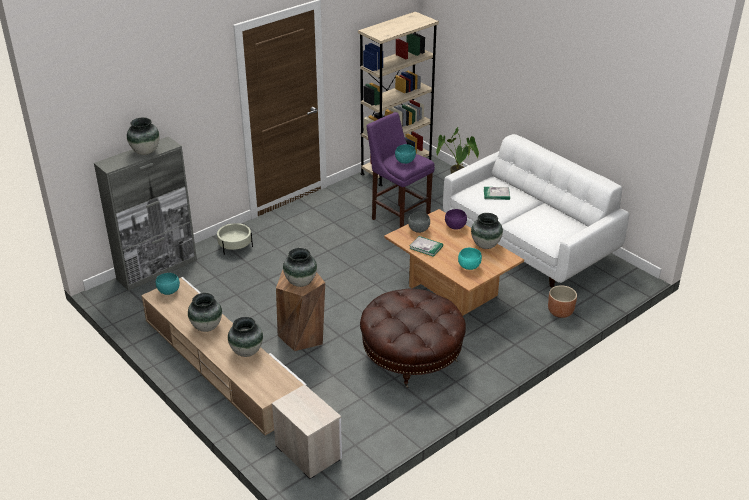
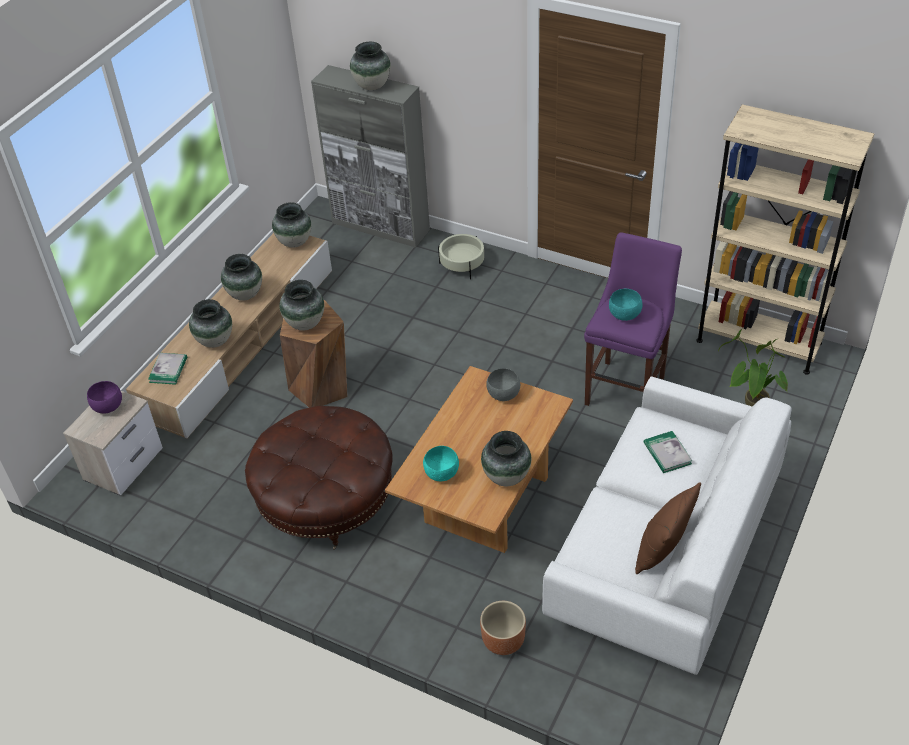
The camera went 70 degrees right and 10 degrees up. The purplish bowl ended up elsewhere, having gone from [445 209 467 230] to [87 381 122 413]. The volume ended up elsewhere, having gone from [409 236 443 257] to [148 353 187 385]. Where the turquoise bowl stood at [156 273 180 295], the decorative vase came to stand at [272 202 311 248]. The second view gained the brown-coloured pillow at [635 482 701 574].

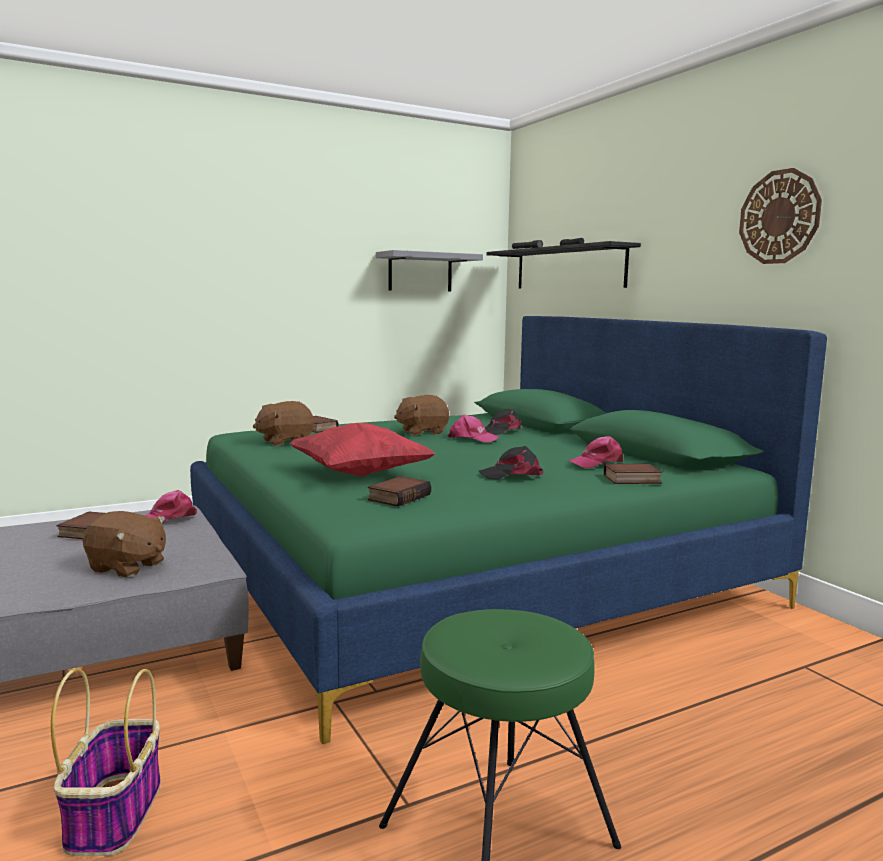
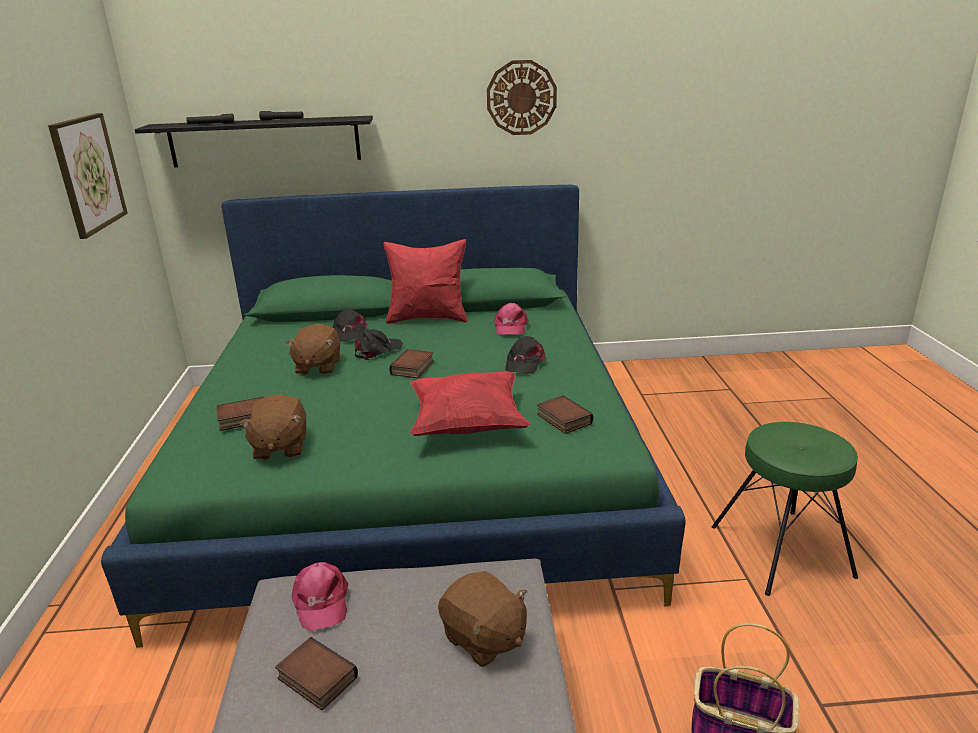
The camera went 65 degrees left and 15 degrees up. Where the gray shelf hung at [376 250 483 292], the wall art came to hang at [48 113 128 239]. What was the pink peaked cap at [448 414 499 443] turned into the black-coloured peaked cap at [355 329 403 360]. The volume ended up elsewhere, having gone from [604 464 662 484] to [389 349 434 378]. The brown-coloured plush toy at [83 511 166 577] ended up facing another way, 90 degrees clockwise from before. The second view gained the reddish pillow at [384 239 468 324].

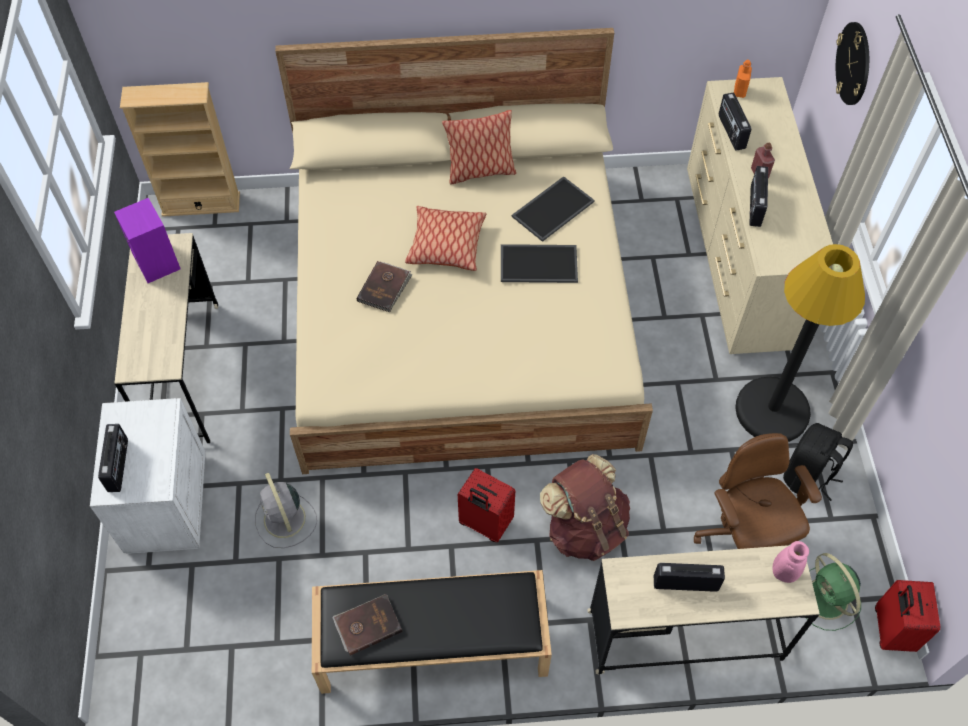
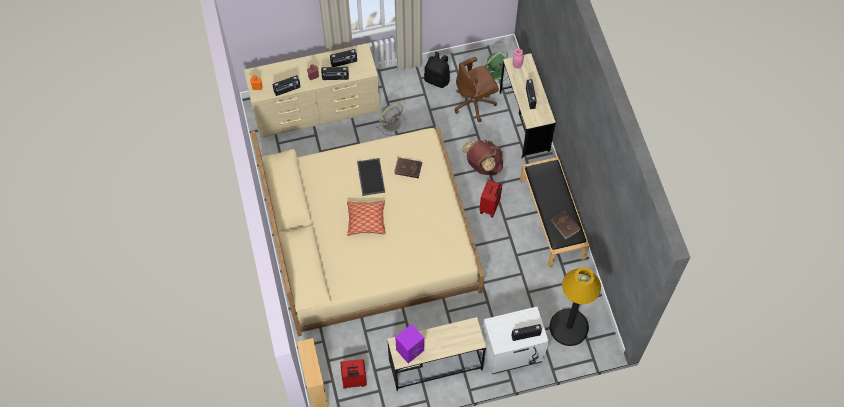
The camera went 100 degrees left and 5 degrees up. The second view lost the clock on the wall at [836 22 869 105]. The second view lost the pillow at [442 110 516 185]. The second view lost the serving tray at [512 176 595 242]. The black-coloured standard lamp ended up elsewhere, having gone from [735 244 865 442] to [550 267 601 346]. The brown-coloured volume ended up elsewhere, having gone from [357 261 413 312] to [394 157 422 178]. The gray fan ended up elsewhere, having gone from [255 473 317 548] to [377 103 406 136]. The reddish travel case ended up elsewhere, having gone from [875 580 940 652] to [340 359 367 389]. The second view gained the radio at [330 49 357 67].

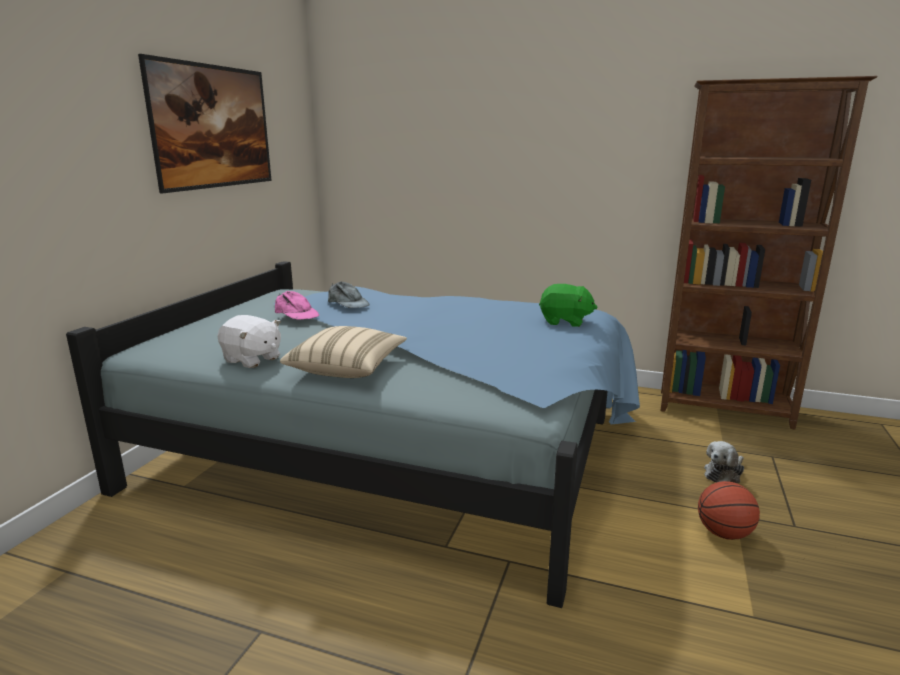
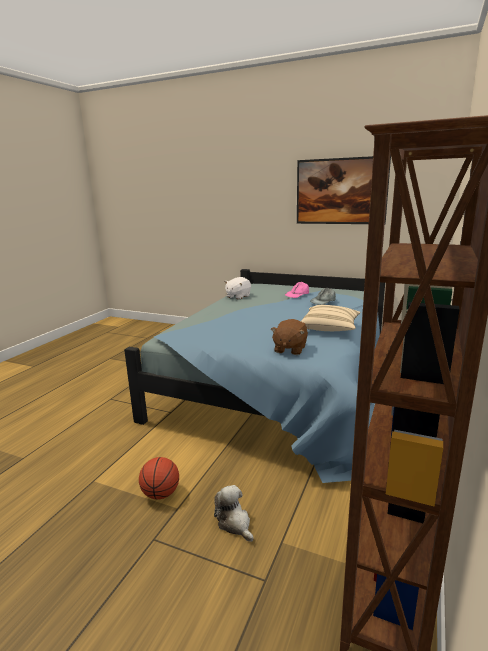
The camera went 95 degrees right and 0 degrees up. What was the greenish plush toy at [539 284 598 327] turned into the brown-coloured plush toy at [271 319 308 355]. The sand-coloured pillow ended up elsewhere, having gone from [280 326 407 378] to [301 305 360 331].

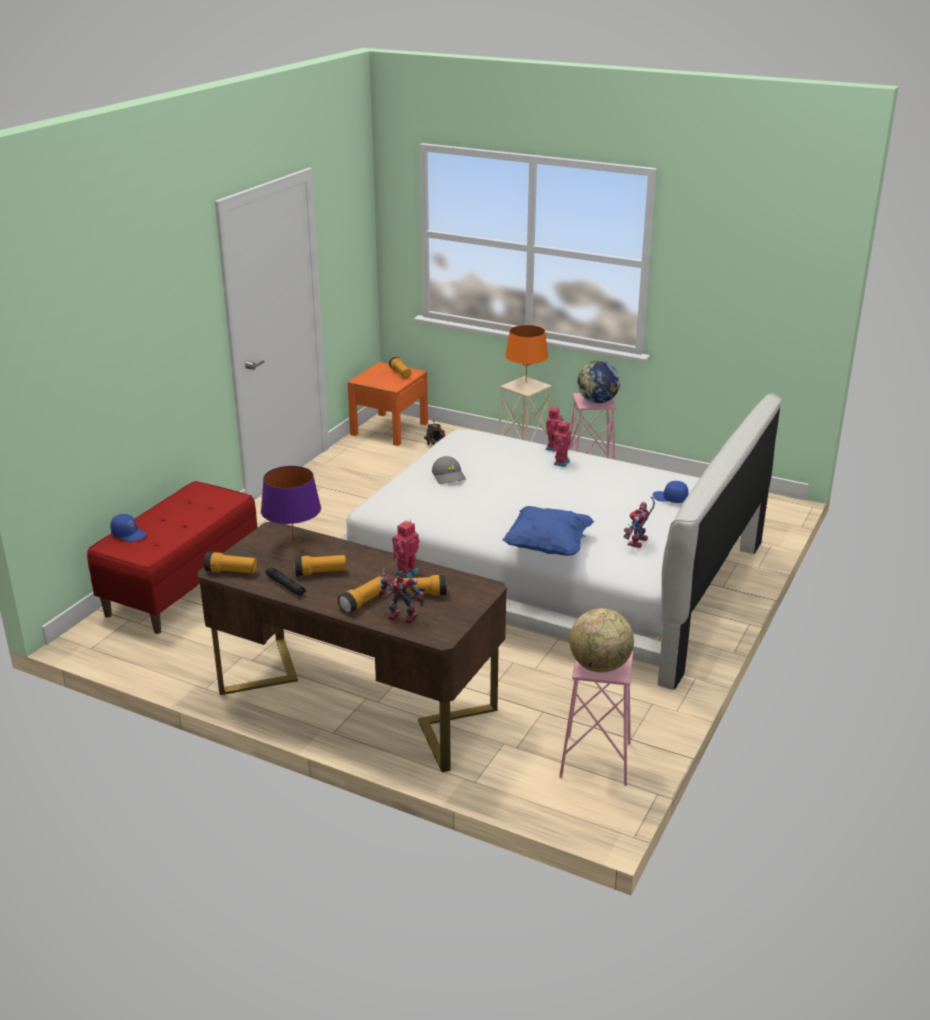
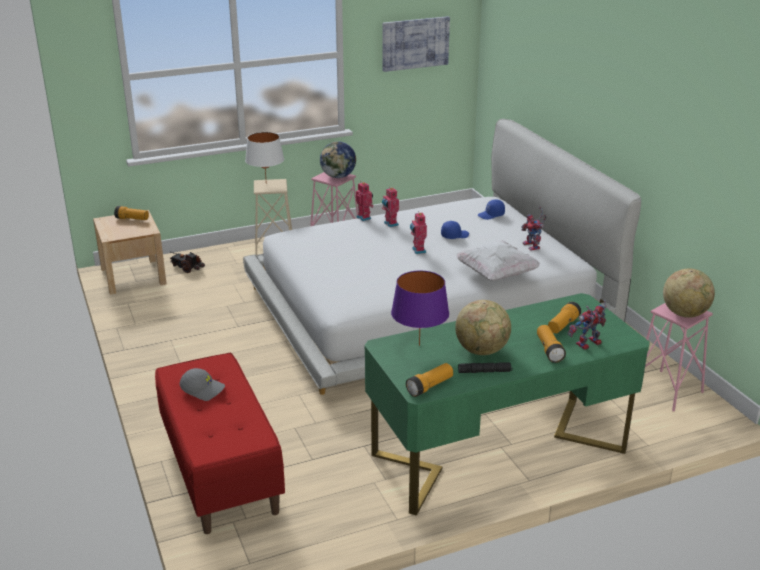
The camera went 50 degrees left and 0 degrees up. What was the orange table lamp at [505 325 548 380] turned into the white table lamp at [245 132 284 184]. What was the orange night table at [348 362 428 446] turned into the sand-coloured night table at [93 210 167 295]. The gray peaked cap ended up elsewhere, having gone from [432 456 466 484] to [180 368 225 401]. What was the bluish pillow at [502 506 595 556] turned into the white pillow at [457 240 540 281]. The bluish peaked cap ended up elsewhere, having gone from [110 514 147 542] to [441 221 469 239]. The robot figure ended up elsewhere, having gone from [391 520 420 578] to [410 211 427 254]. What was the brown-coloured desk table at [198 522 507 772] turned into the greenish desk table at [364 293 650 516]. Where the torch stood at [295 555 346 576], the globe came to stand at [455 300 511 355]. The second view gained the wall art at [383 16 450 72].

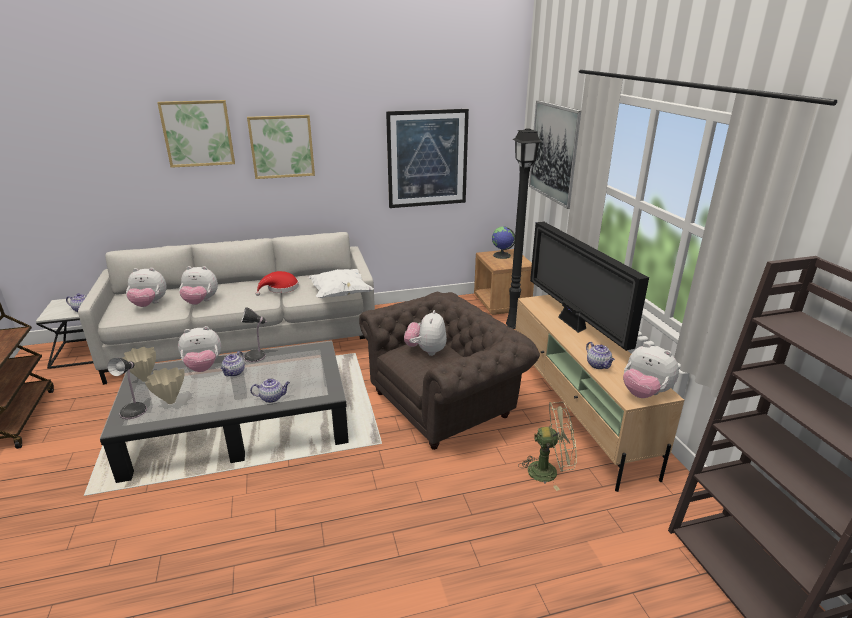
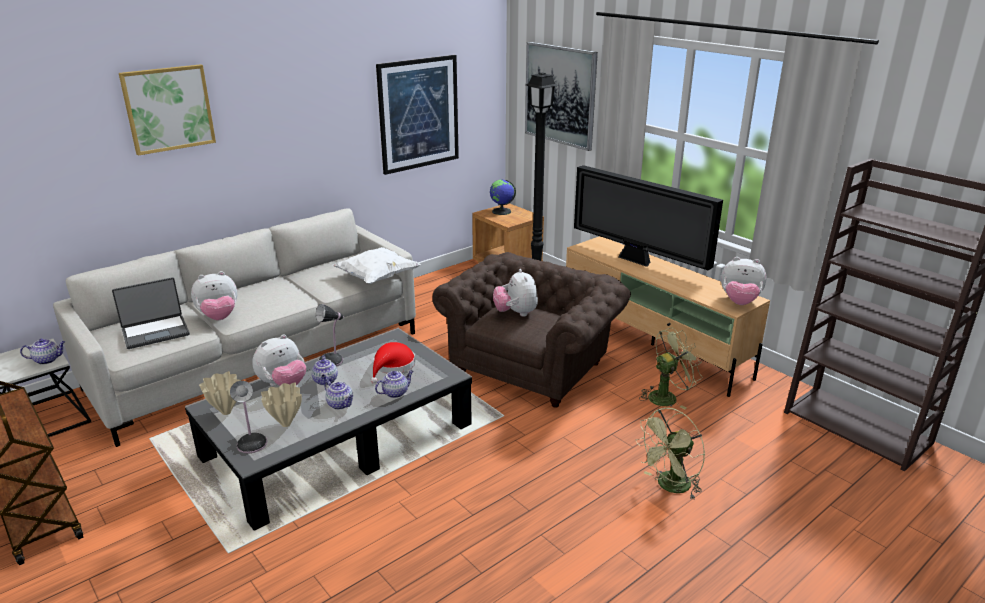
The camera went 25 degrees left and 0 degrees up. The second view lost the wall art at [247 115 315 179]. Where the plush toy stood at [126 268 167 307], the portable computer came to stand at [112 277 190 349]. The reddish hat ended up elsewhere, having gone from [255 271 299 296] to [371 342 415 383]. The tea pot ended up elsewhere, having gone from [586 342 615 369] to [324 380 353 410]. The second view gained the greenish fan at [636 408 705 499].

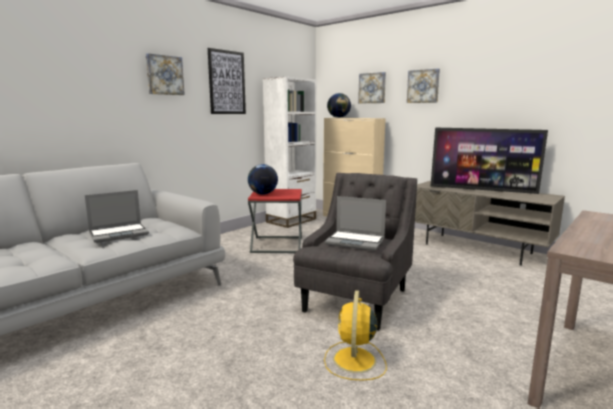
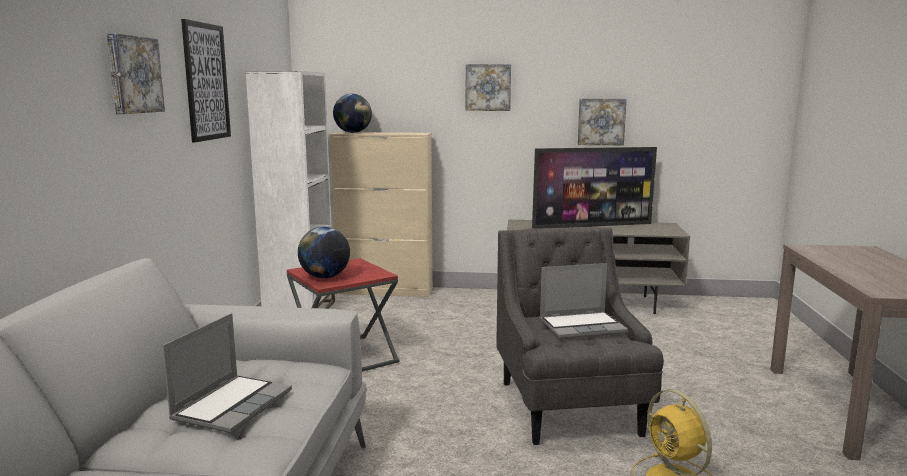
The camera went 35 degrees left and 0 degrees up. The wall art ended up elsewhere, having gone from [358 72 386 103] to [578 99 626 145].

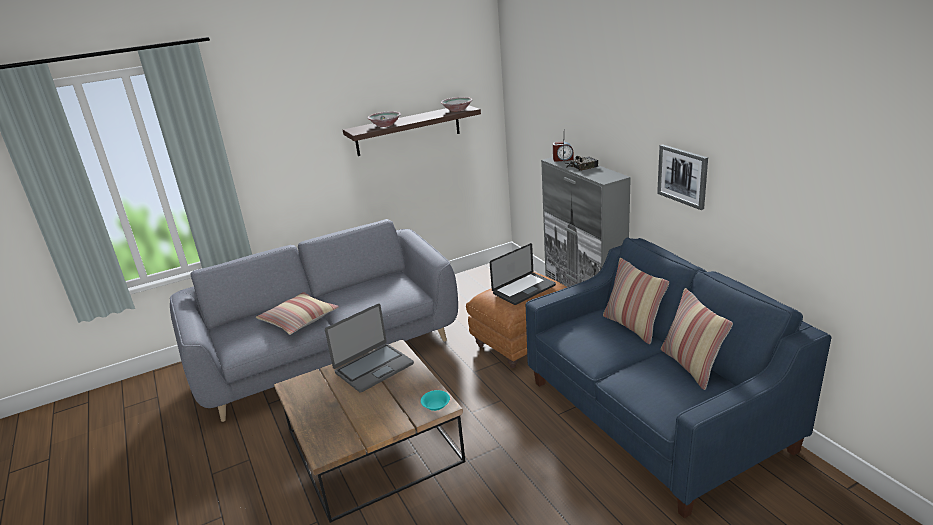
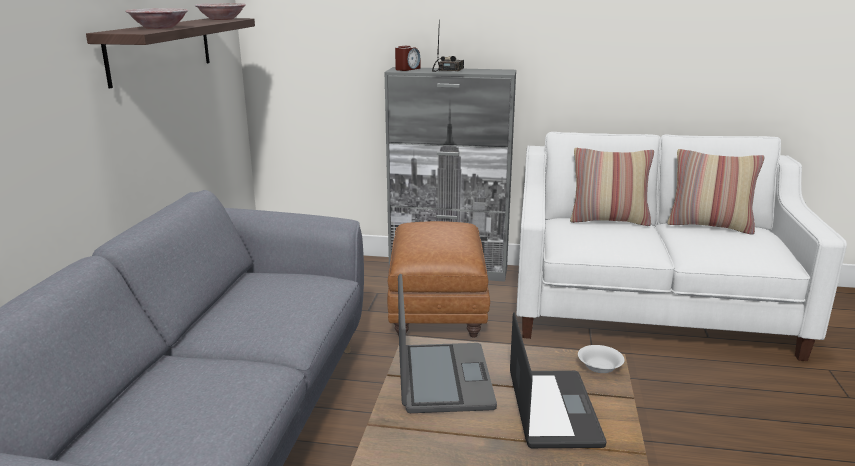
The camera went 55 degrees left and 5 degrees down. The second view lost the wall art at [657 144 708 210]. What was the bluish settee at [526 238 831 518] turned into the white settee at [516 132 847 361]. The portable computer ended up elsewhere, having gone from [490 243 556 305] to [510 312 607 448]. The second view lost the pillow at [256 292 339 335]. What was the turquoise bowl at [421 390 450 411] turned into the white bowl at [578 345 625 373].

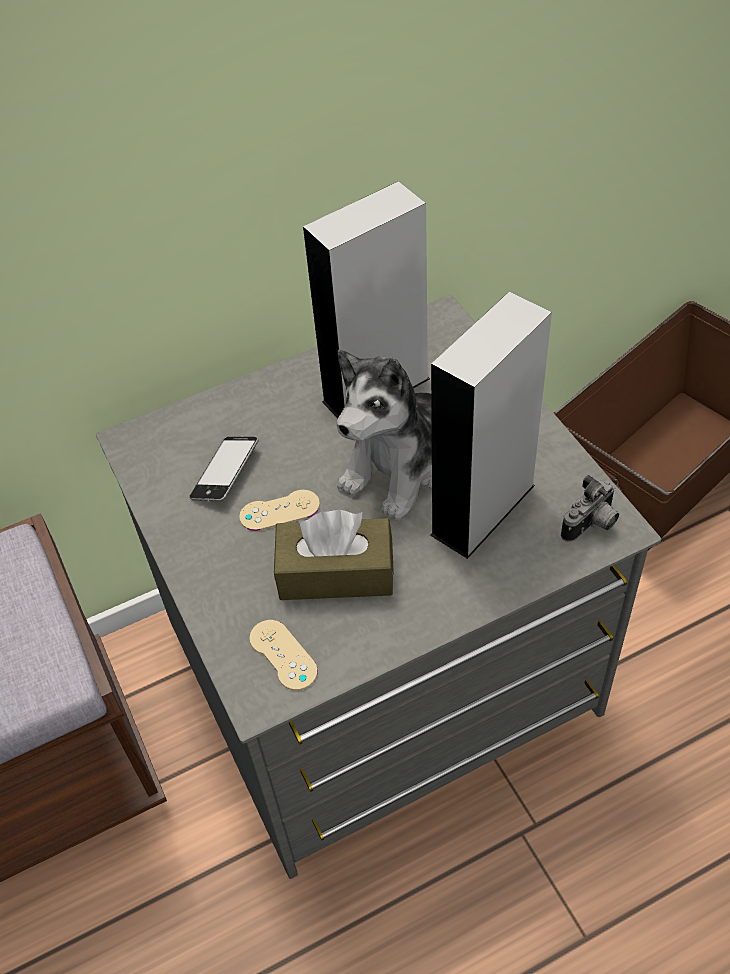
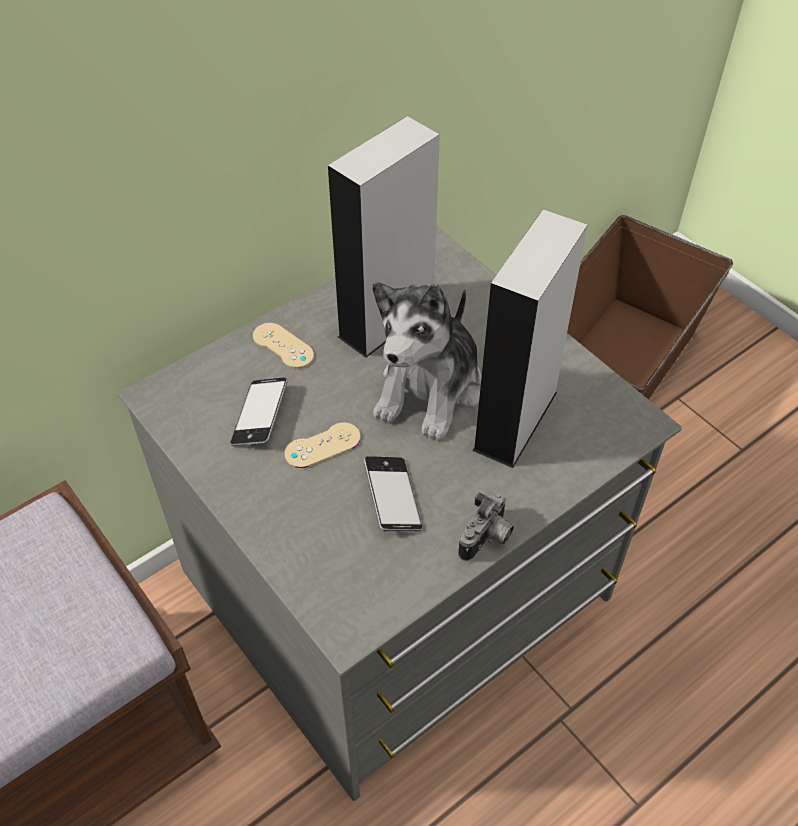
The camera went 15 degrees left and 0 degrees up. The still camera ended up elsewhere, having gone from [561 475 619 542] to [458 492 514 561]. Where the brown-coloured tissue box stood at [274 510 394 600], the telephone came to stand at [364 456 423 532]. The sand-coloured joypad ended up elsewhere, having gone from [249 620 318 691] to [253 323 314 368].

